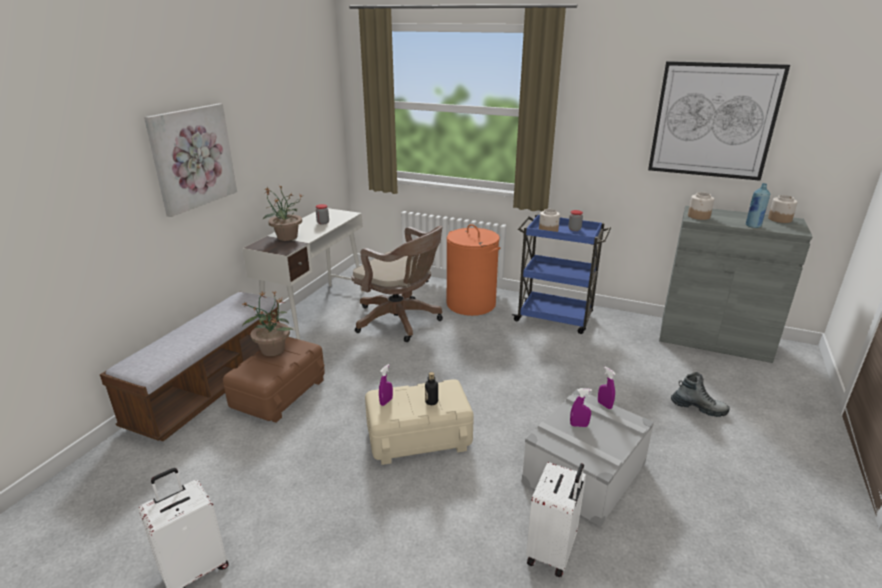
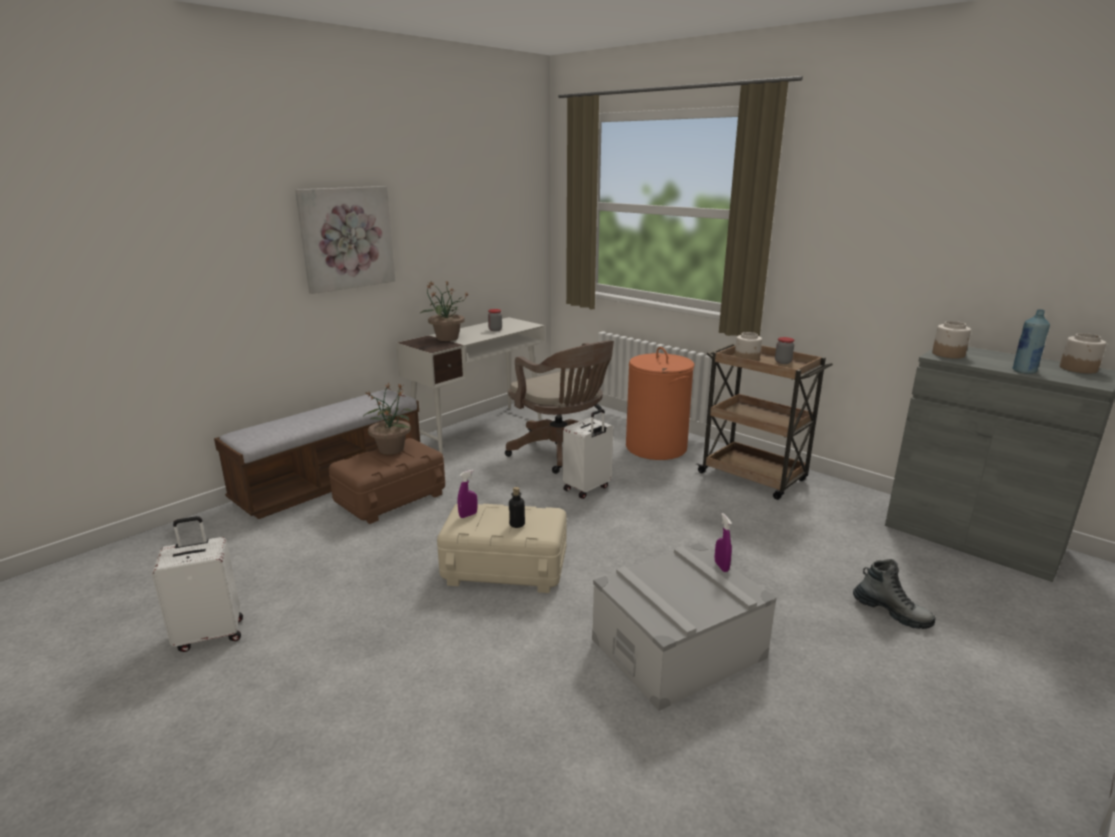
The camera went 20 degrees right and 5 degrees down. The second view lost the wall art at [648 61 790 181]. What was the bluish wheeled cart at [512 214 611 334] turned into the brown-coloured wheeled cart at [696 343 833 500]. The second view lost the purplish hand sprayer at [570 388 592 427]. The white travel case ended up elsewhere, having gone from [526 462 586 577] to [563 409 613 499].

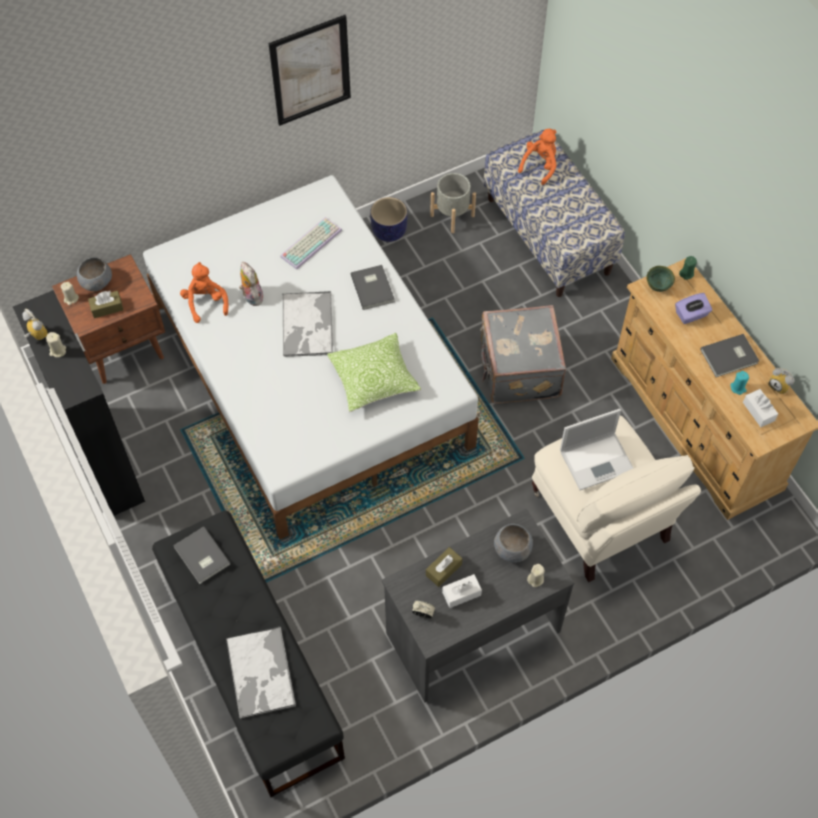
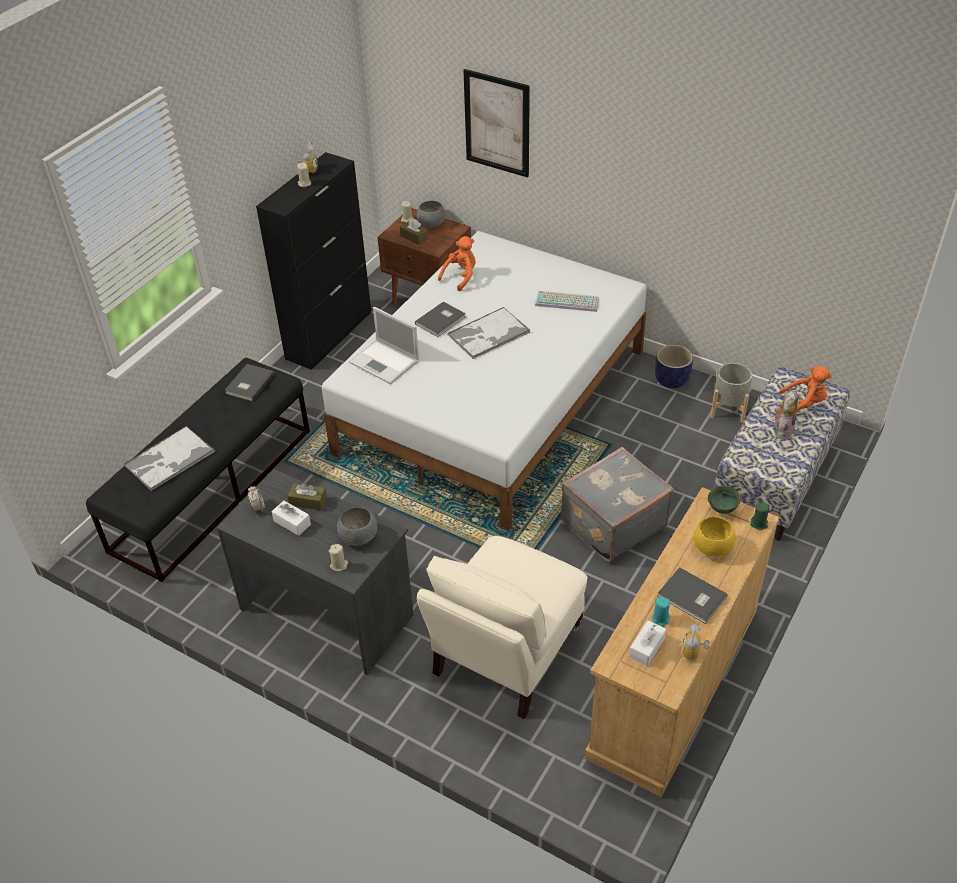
The camera went 60 degrees right and 15 degrees down. The wall art ended up elsewhere, having gone from [268 15 351 126] to [463 69 530 178]. The plush toy ended up elsewhere, having gone from [239 262 264 306] to [774 391 798 439]. The gray volume ended up elsewhere, having gone from [350 265 395 310] to [415 301 466 337]. Where the purplish tissue box stood at [675 293 712 324], the yellow bowl came to stand at [693 517 736 557]. The second view lost the pillow at [327 333 421 412]. The portable computer ended up elsewhere, having gone from [560 409 633 490] to [349 307 419 384].

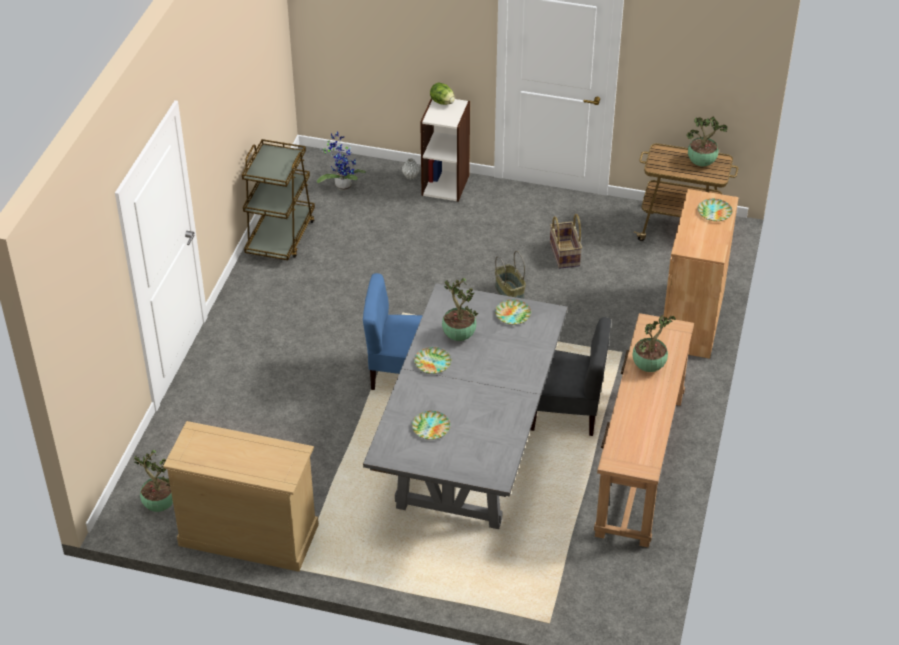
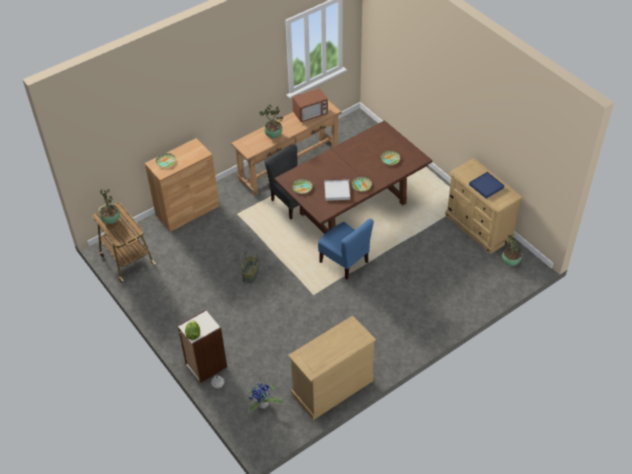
The camera went 140 degrees left and 5 degrees up. Where the brown-coloured wheeled cart stood at [242 139 315 260], the sand-coloured drawer chest came to stand at [288 315 376 420]. The second view lost the household basket at [550 214 582 269]. Where the houseplant stood at [442 278 479 341], the white serving tray came to stand at [324 180 350 201]. What was the gray dining table at [363 283 568 529] turned into the brown-coloured dining table at [274 120 432 234]. The second view gained the microwave at [292 88 328 122]. The second view gained the bluish serving tray at [469 172 504 199].

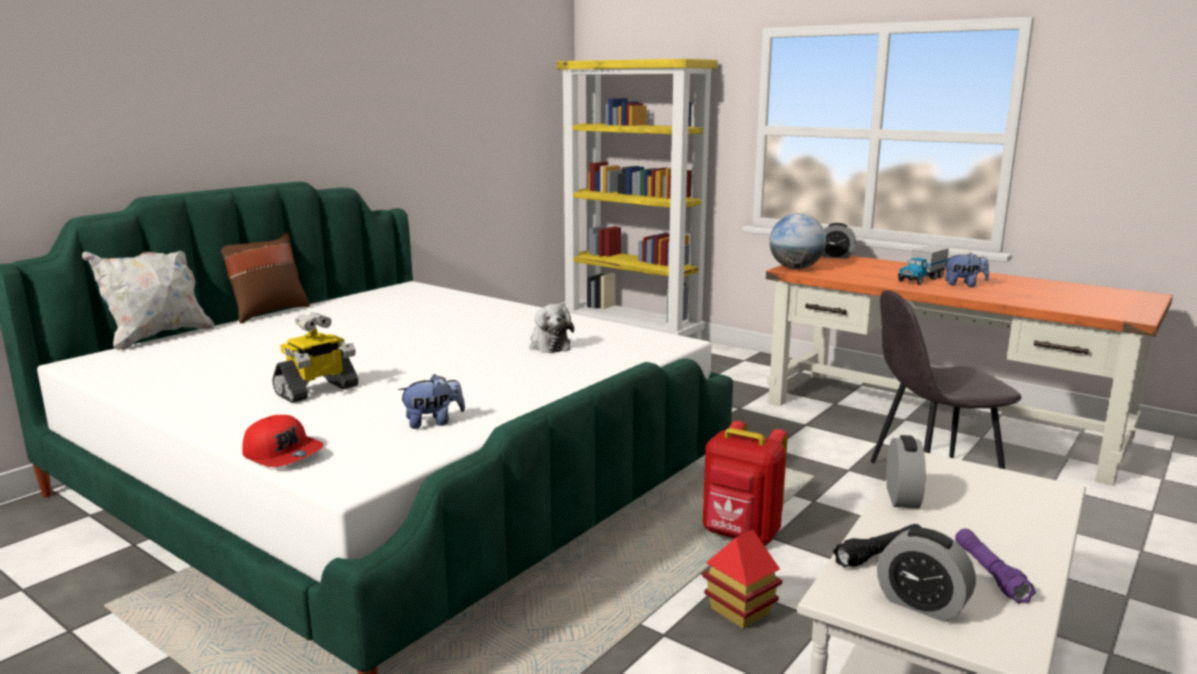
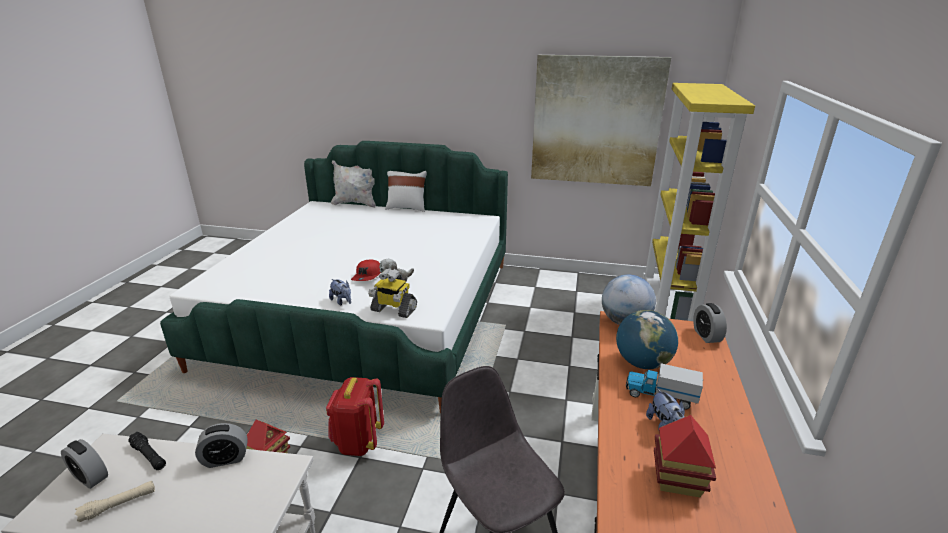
The camera went 65 degrees right and 10 degrees up. What was the brown-coloured pillow at [221 232 310 323] turned into the white pillow at [385 171 427 212]. The robot figure ended up elsewhere, having gone from [272 312 359 403] to [368 268 417 318]. The plush toy ended up elsewhere, having gone from [398 374 465 429] to [329 279 351 305]. The reddish peaked cap ended up elsewhere, having gone from [242 415 324 467] to [351 259 381 281]. The table clock at [877 527 976 622] ended up facing another way, 75 degrees counterclockwise from before. What was the purplish torch at [955 529 1036 603] turned into the sand-coloured torch at [75 481 155 522]. The second view gained the wall art at [531 55 671 186]. The second view gained the globe at [616 310 678 369]. The second view gained the model house at [654 415 716 497].

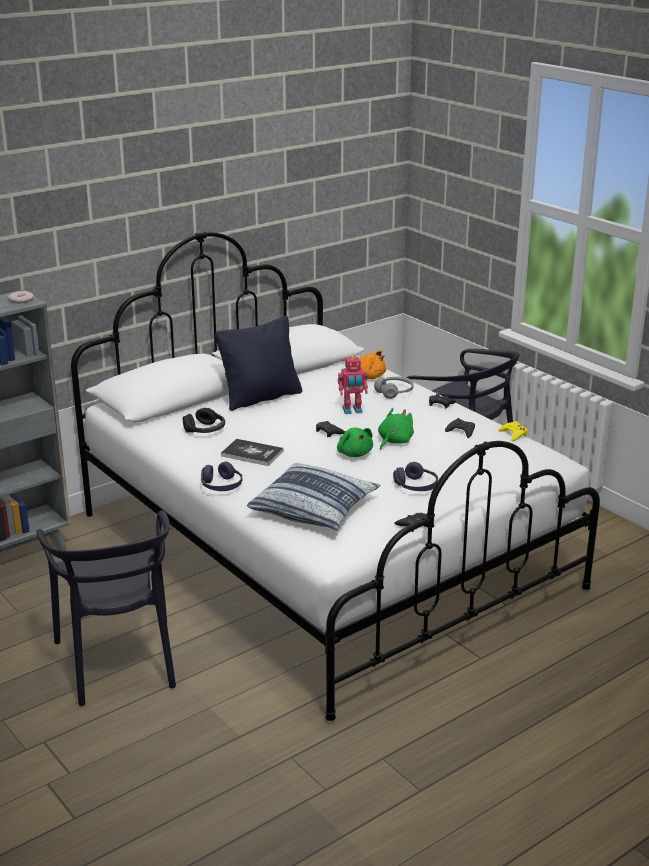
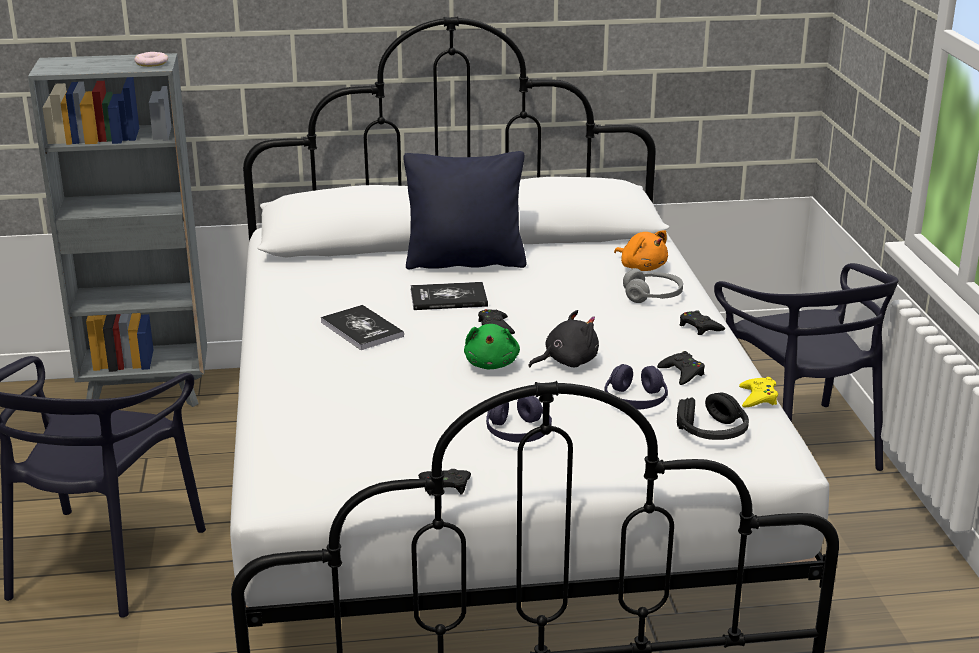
The camera went 30 degrees right and 0 degrees up. The second view lost the robot figure at [338 356 368 414]. The black-coloured pair of headphones ended up elsewhere, having gone from [183 408 225 433] to [677 392 749 440]. What was the greenish plush toy at [378 408 414 450] turned into the black-coloured plush toy at [529 310 599 368]. The purplish pair of headphones ended up elsewhere, having gone from [201 461 242 491] to [604 364 668 409]. The second view lost the pillow at [247 463 380 530]. The second view gained the volume at [410 282 488 310].

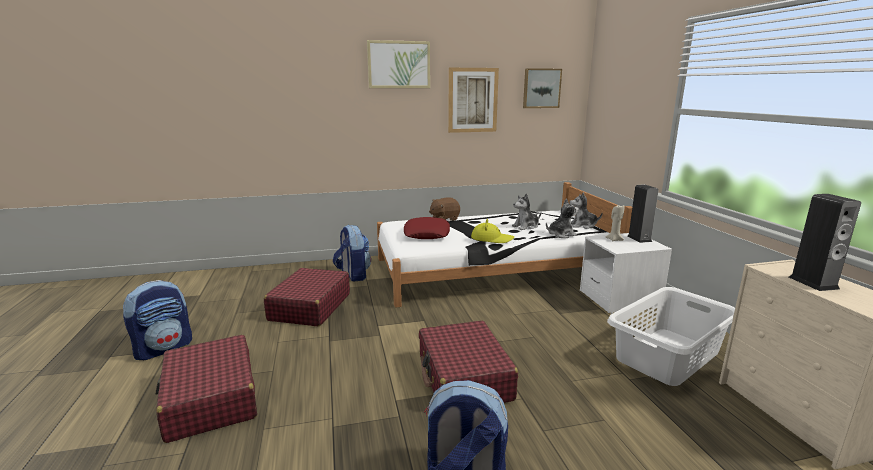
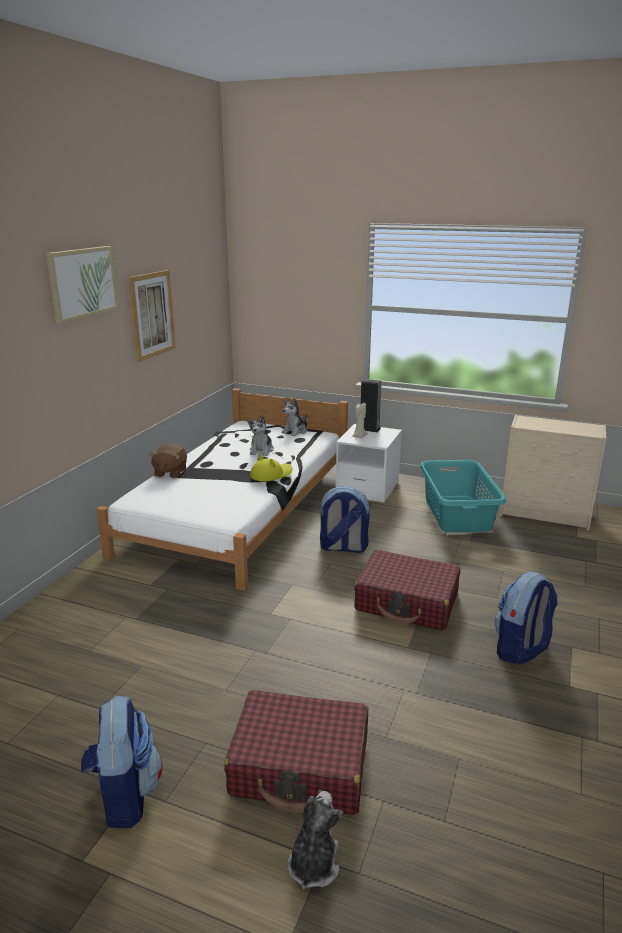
The camera went 55 degrees left and 5 degrees up. The second view lost the wall art at [523 68 562 108]. The second view lost the loudspeaker at [789 194 861 291]. The plush toy ended up elsewhere, having gone from [546 199 579 238] to [288 791 343 889]. The second view lost the reddish pillow at [404 217 450 239]. The backpack ended up elsewhere, having gone from [333 225 371 281] to [319 486 370 553]. The second view lost the reddish travel case at [264 268 350 326]. What was the white laundry basket at [607 287 735 386] turned into the turquoise laundry basket at [420 460 506 533].

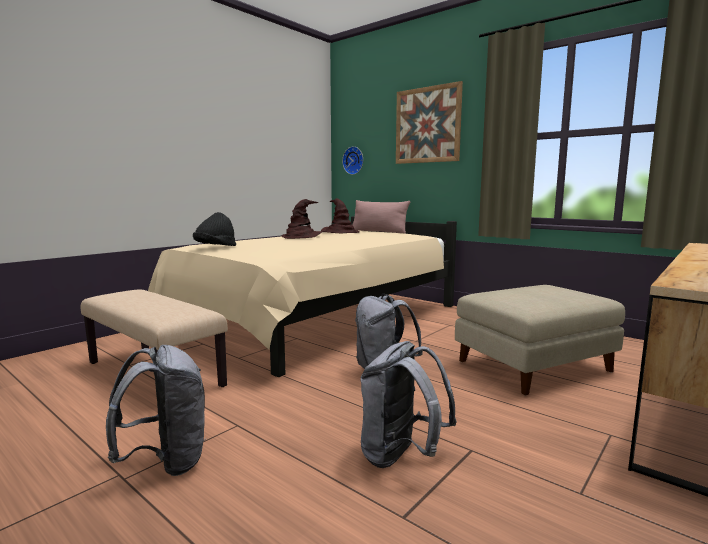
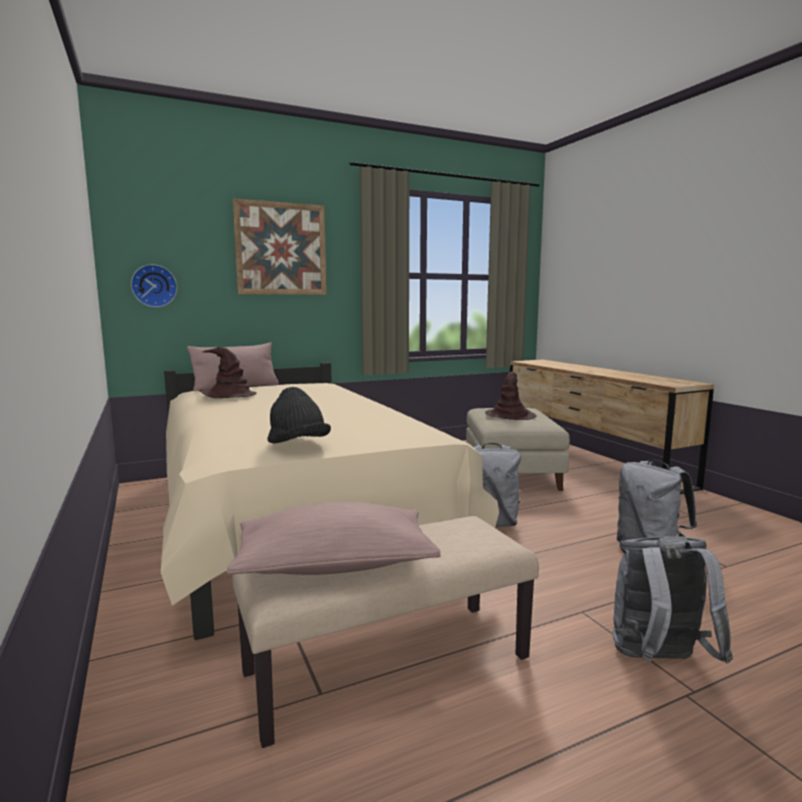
The camera went 65 degrees left and 0 degrees up. The brown-coloured hat ended up elsewhere, having gone from [282 199 323 239] to [485 372 537 420]. The second view gained the pink pillow at [227 502 440 575].

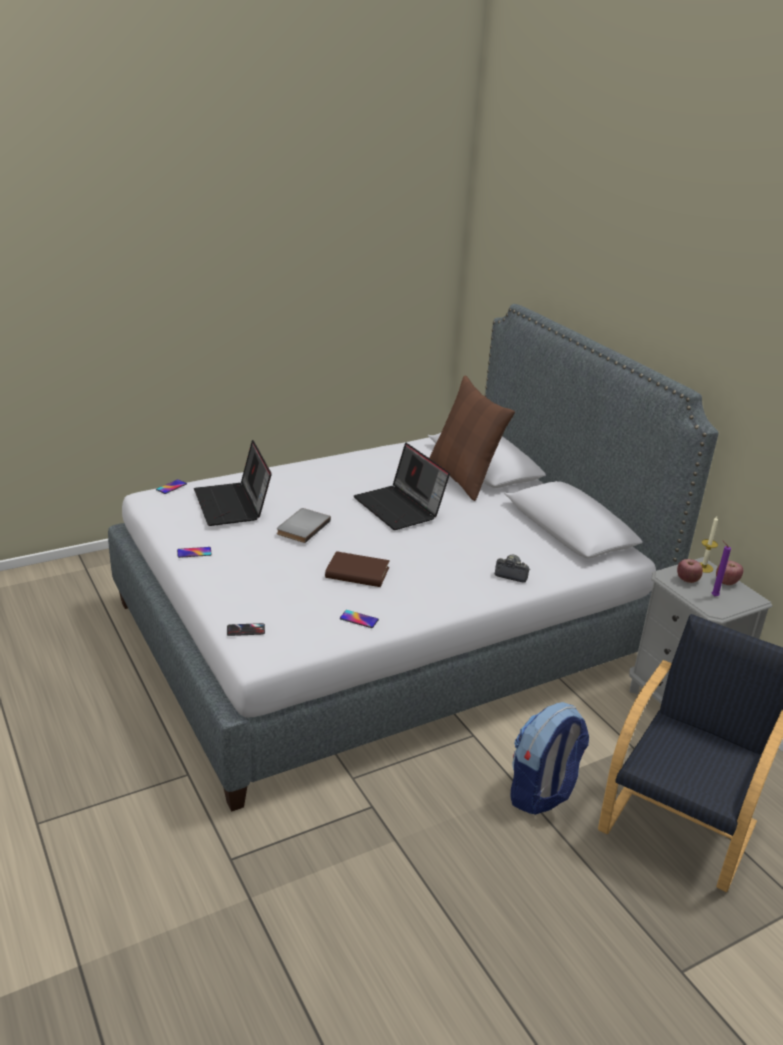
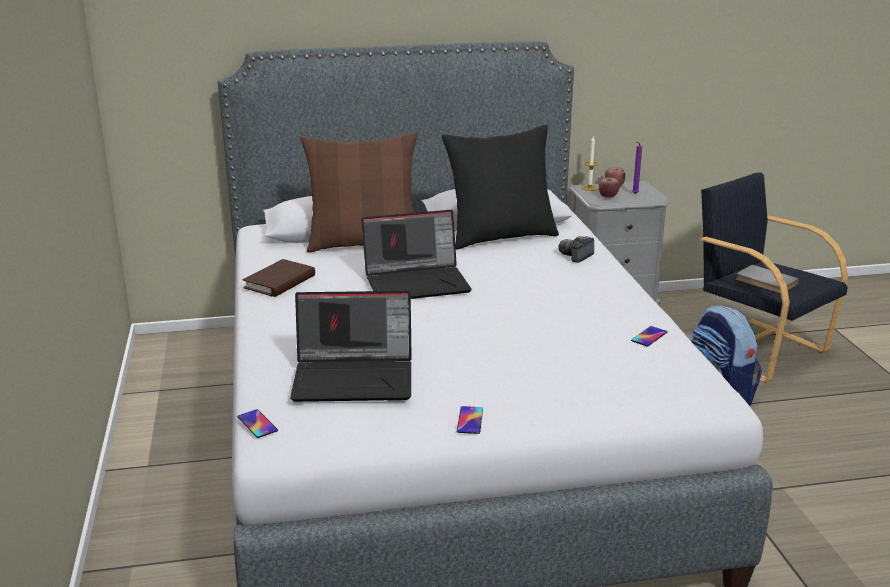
The camera went 70 degrees left and 5 degrees down. The gray volume ended up elsewhere, having gone from [277 508 331 543] to [736 265 799 293]. The brown-coloured volume ended up elsewhere, having gone from [325 551 390 587] to [243 259 315 297]. The second view lost the telephone at [227 623 265 636]. The second view gained the black-coloured pillow at [442 125 559 249].

